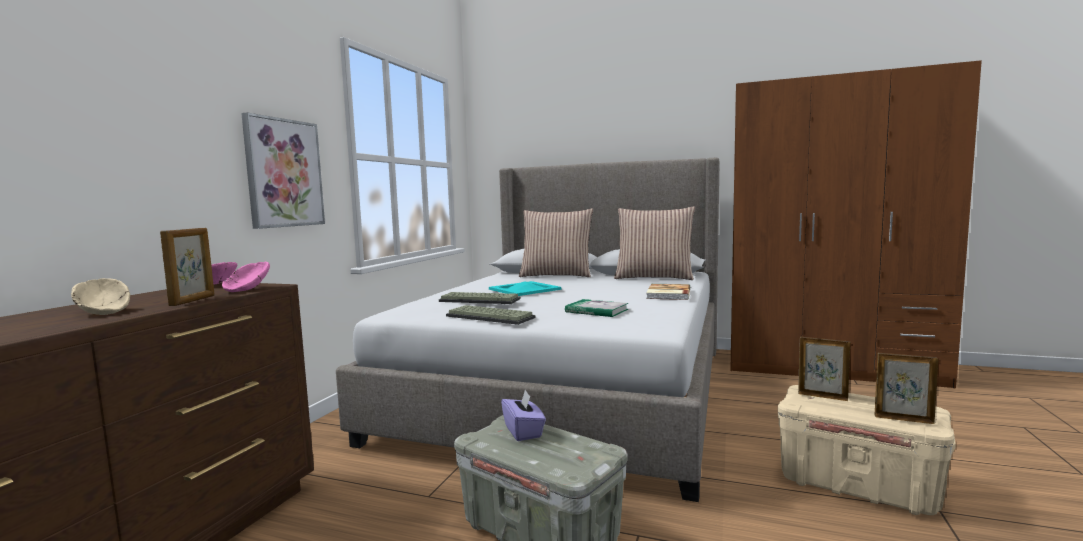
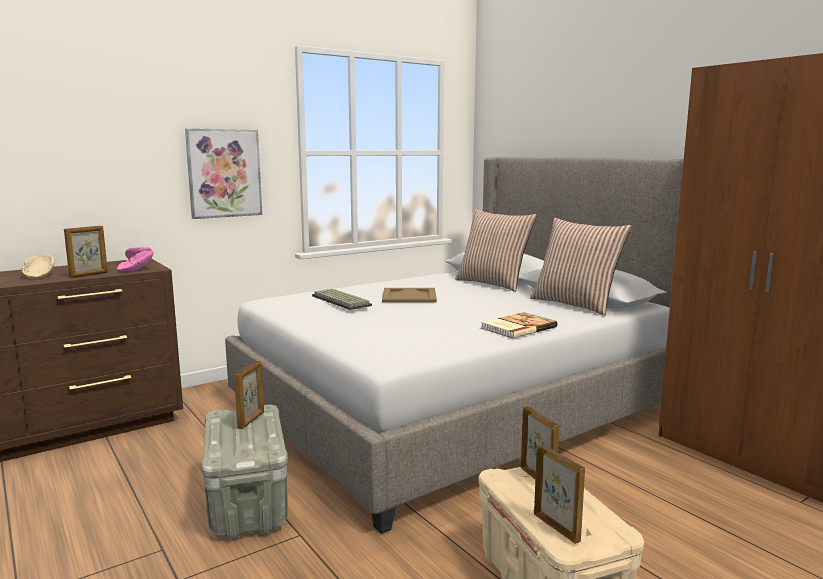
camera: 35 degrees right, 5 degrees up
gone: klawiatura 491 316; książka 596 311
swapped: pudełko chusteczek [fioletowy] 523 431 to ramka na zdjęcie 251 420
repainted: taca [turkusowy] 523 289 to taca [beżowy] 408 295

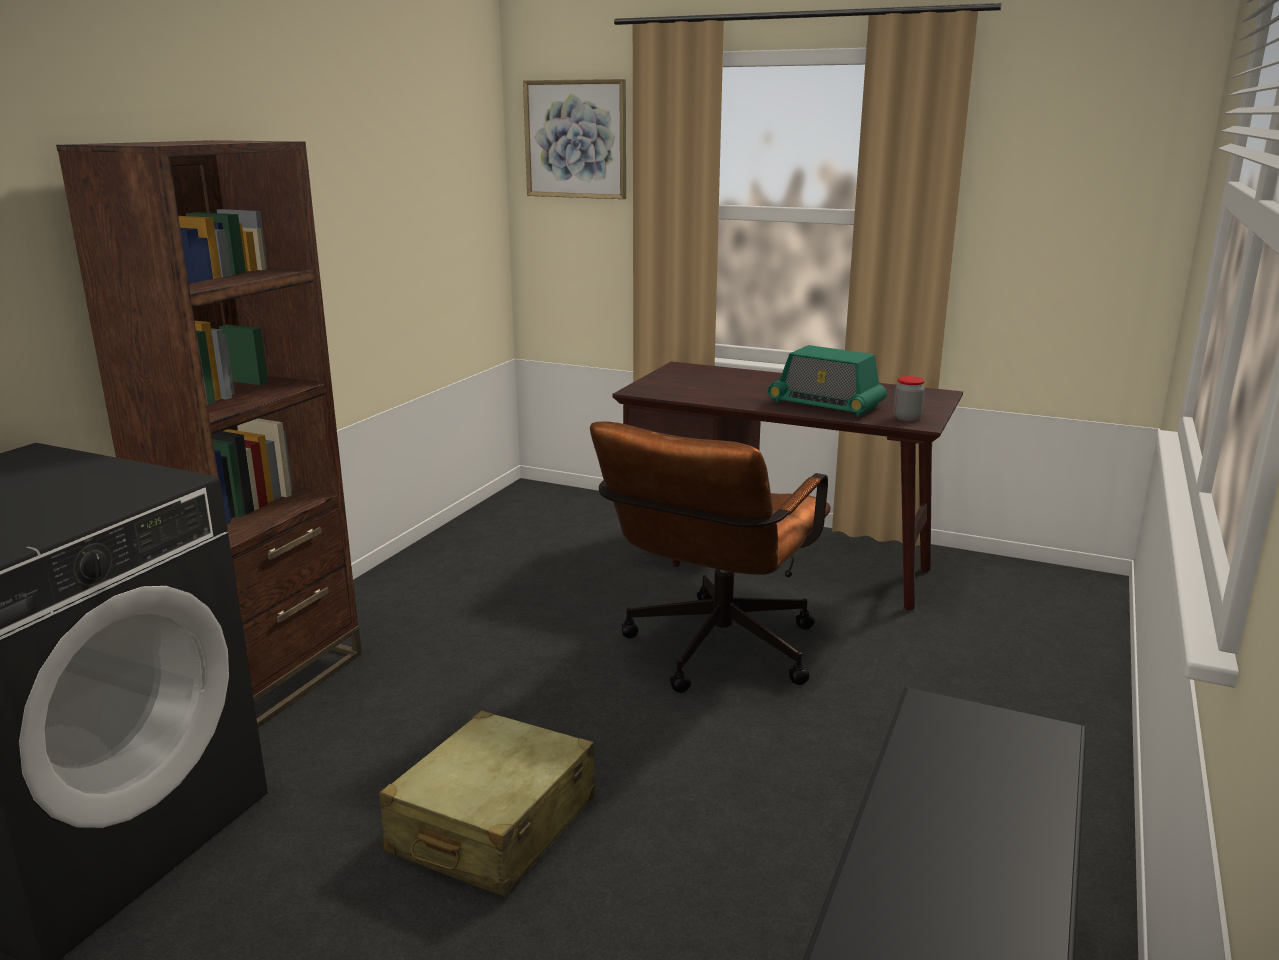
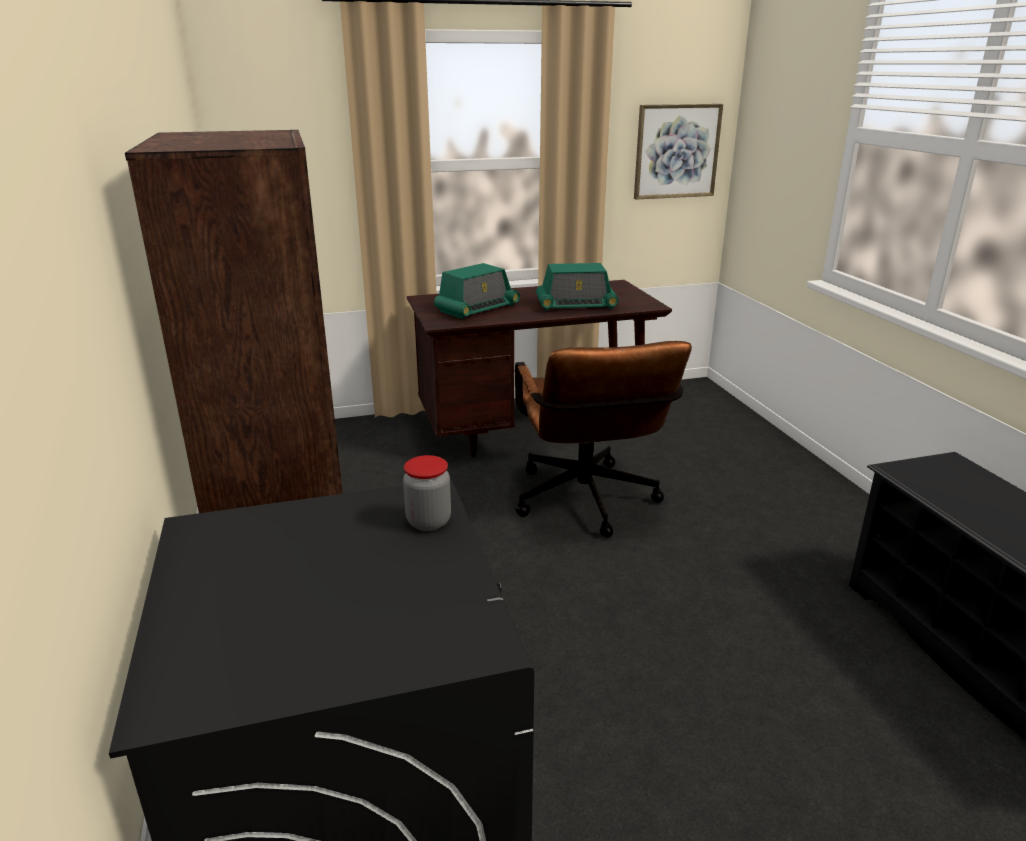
camera: 40 degrees left, 5 degrees up
gone: walizka [beżowy] 493 826
new: radio 477 308
shifted: słoik 907 418 to 428 522; obraz 576 139 to 676 151

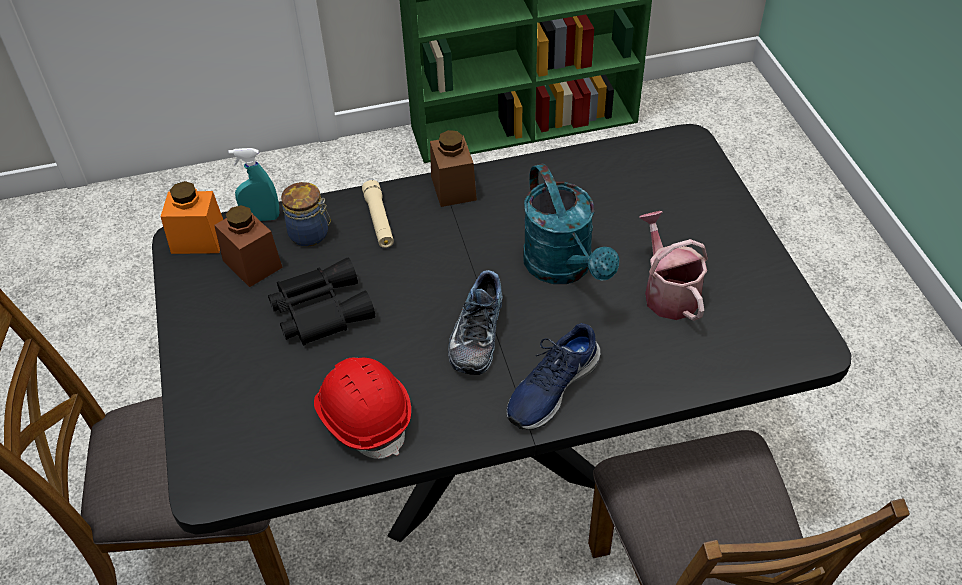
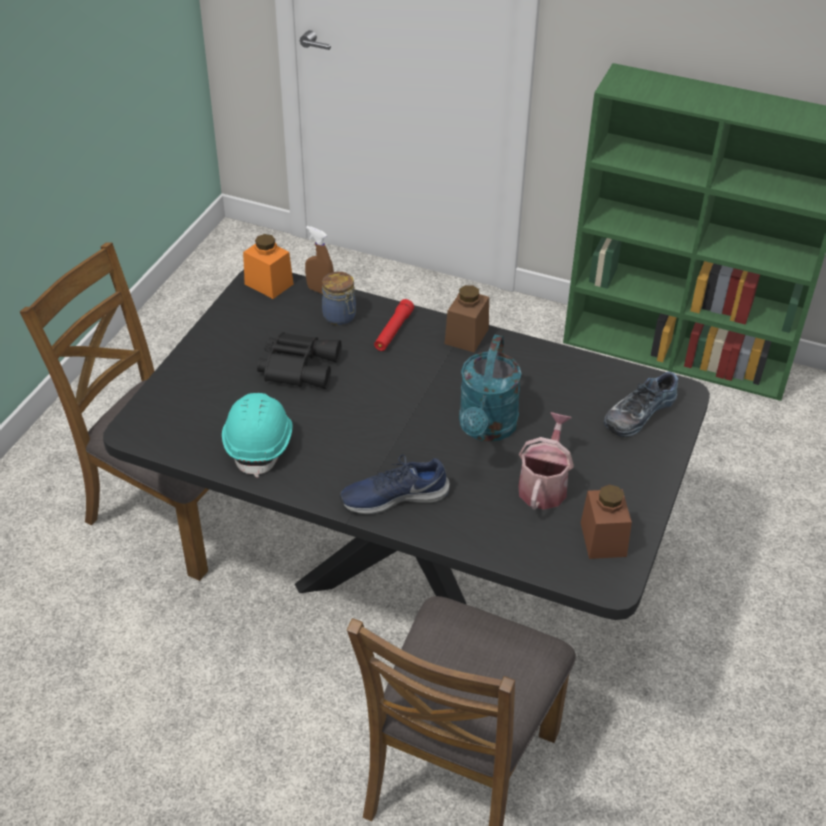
camera: 35 degrees right, 5 degrees down
shifted: słoik [brązowy] 252 264 to 603 539; but 475 333 to 638 412
repainted: kask [czerwony] 364 416 to kask [turkusowy] 260 444; spryskiwacz [turkusowy] 261 218 to spryskiwacz [brązowy] 320 290; latarka [beżowy] 379 220 to latarka [czerwony] 393 331

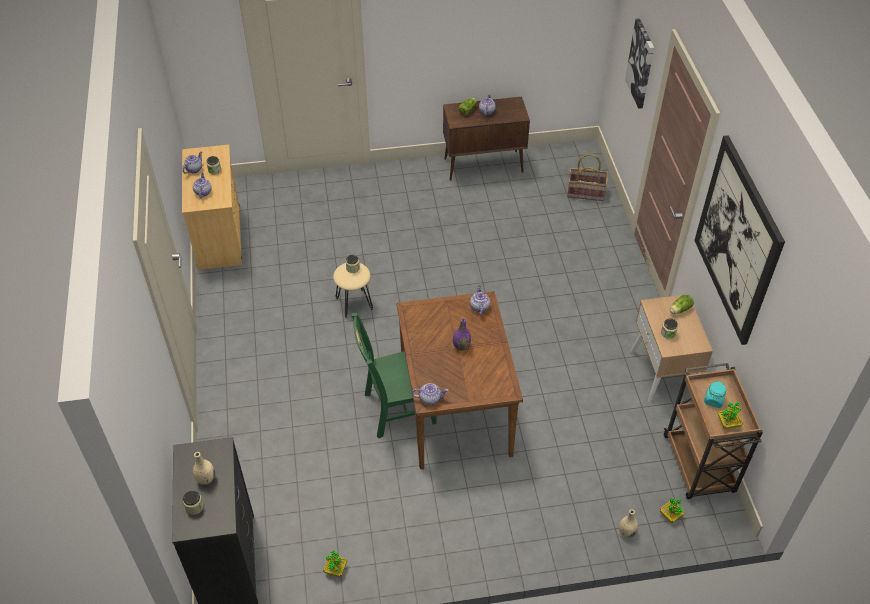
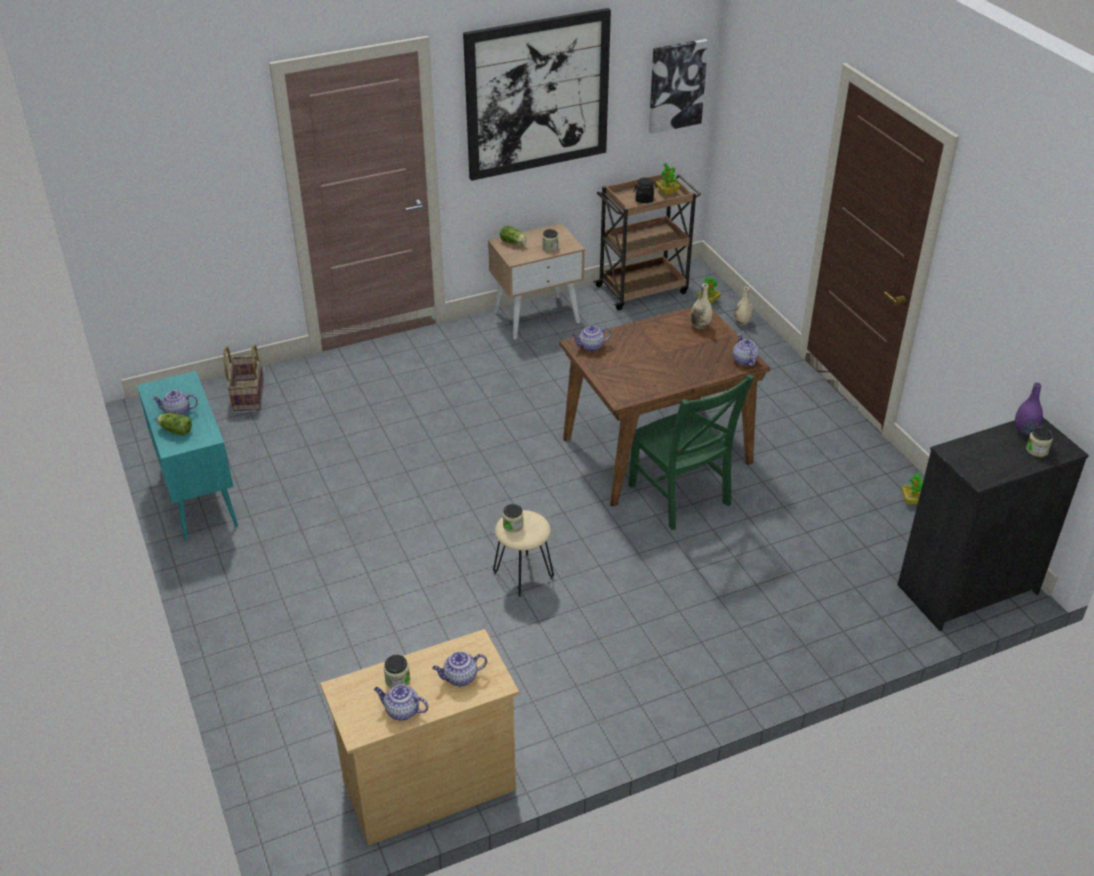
camera: 105 degrees left, 10 degrees down
shifted: obraz 641 63 to 676 85; wazon [beżowy] 206 479 to 700 326; wazon [fioletowy] 461 346 to 1025 430
repainted: szafka [brązowy] 484 165 to szafka [turkusowy] 198 496; słoik [turkusowy] 713 400 to słoik [czarny] 644 199

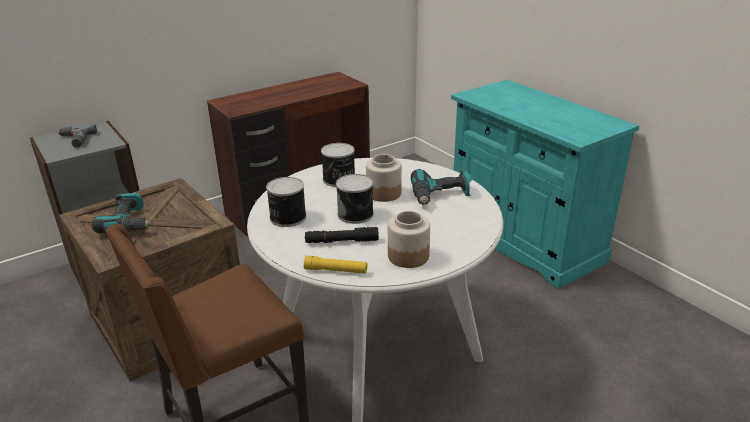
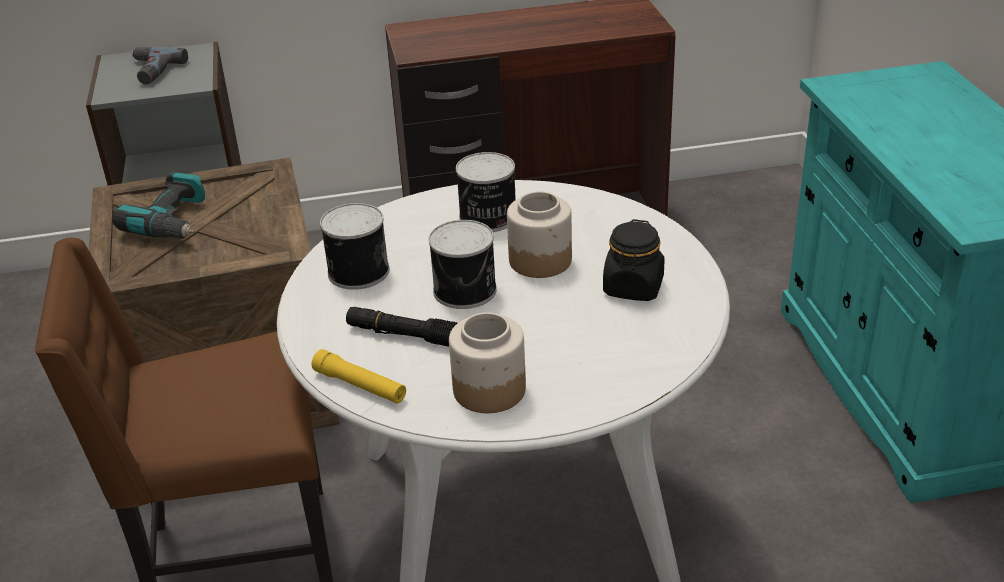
camera: 25 degrees right, 5 degrees up
swapped: wiertarka 441 196 to słoik [czarny] 633 287

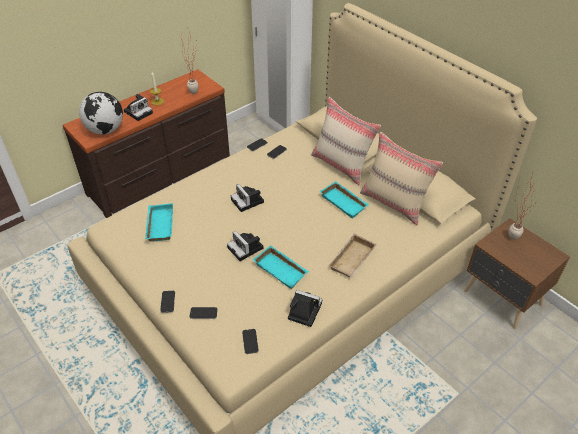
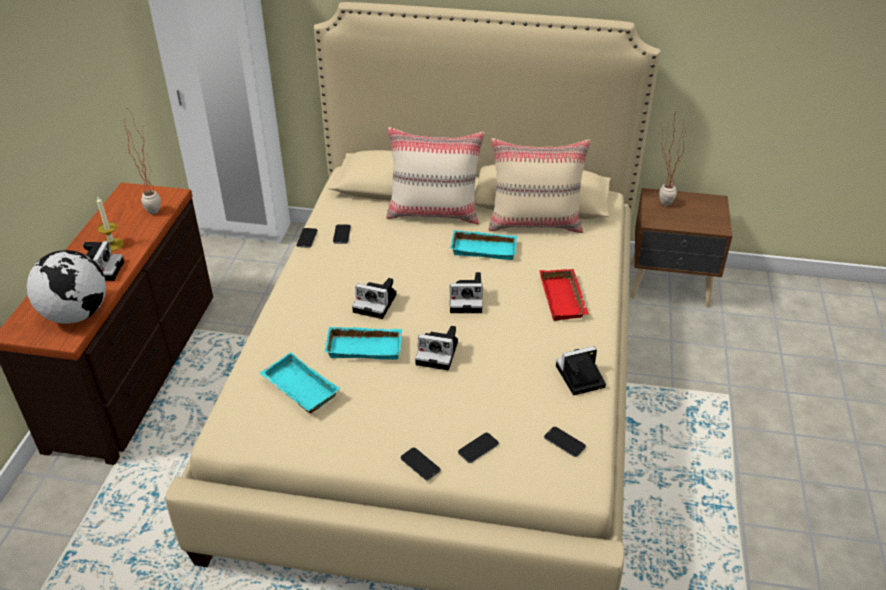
camera: 40 degrees left, 5 degrees down
new: aparat fotograficzny 467 299
shifted: taca [turkusowy] 282 269 to 365 346
repainted: taca [beżowy] 353 260 to taca [czerwony] 564 299

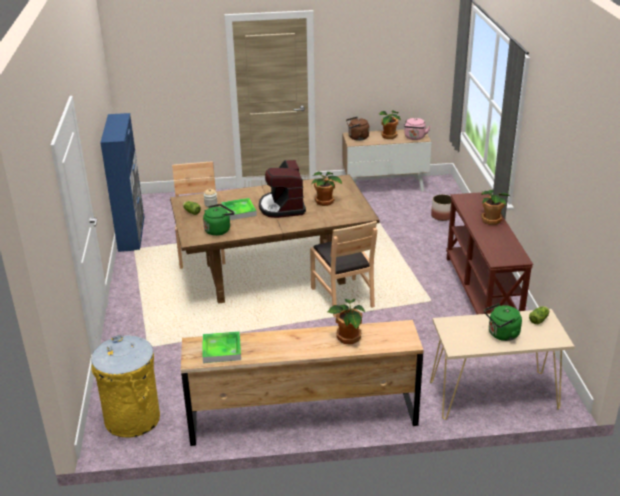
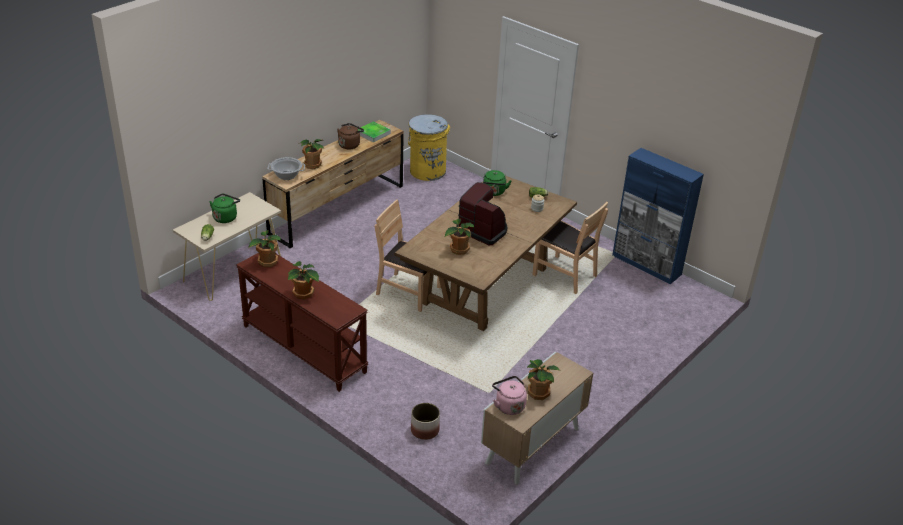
camera: 135 degrees right, 5 degrees up
gone: taca 239 211
new: roślina doniczkowa 267 262; garnek 286 176
shifted: czajnik [brązowy] 357 138 to 350 145

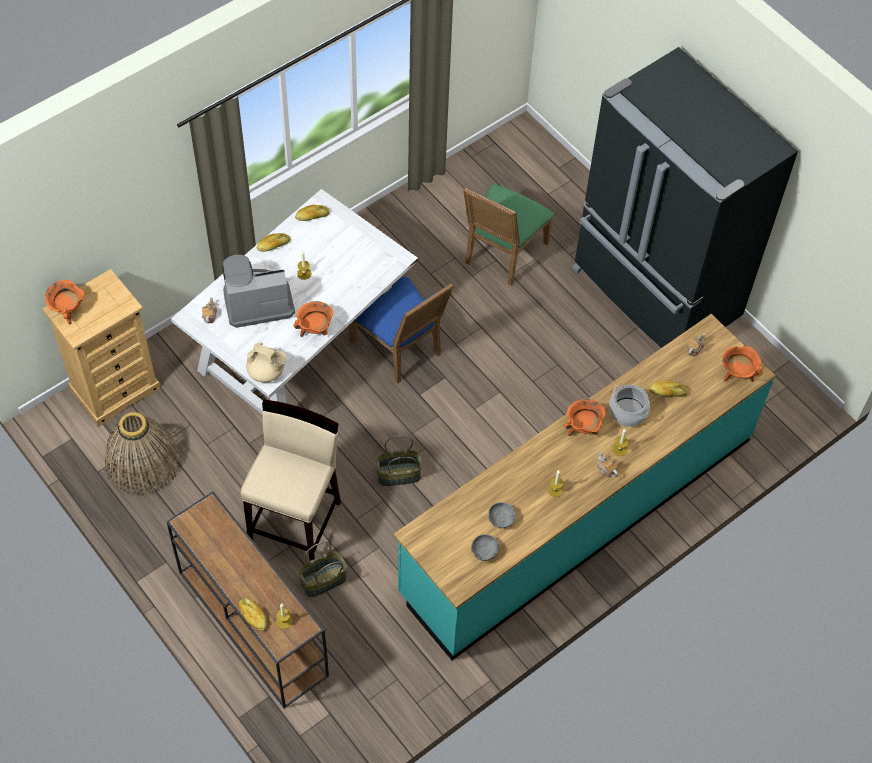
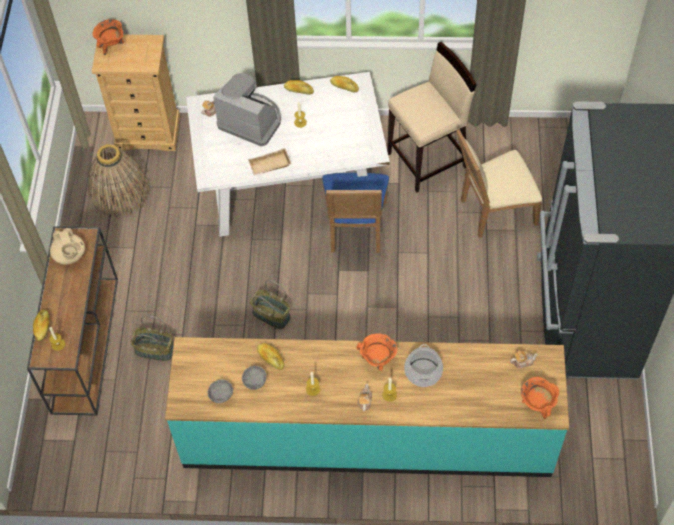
camera: 45 degrees right, 0 degrees up
shifted: imbryk [beżowy] 267 372 to 70 255; chleb 667 392 to 270 358; stołek [beżowy] 296 521 to 428 160
swapped: garnek [pomarańczowy] 315 330 to taca [beżowy] 269 165
repainted: krzesło [zielony] 502 254 to krzesło [beżowy] 493 211

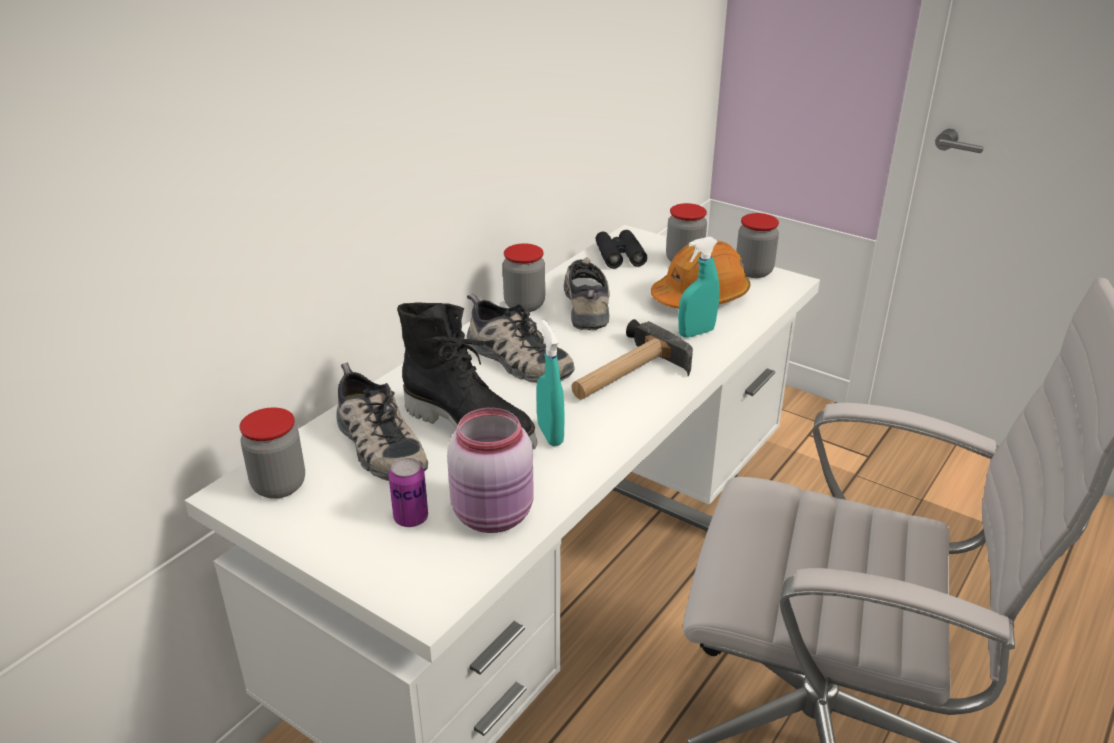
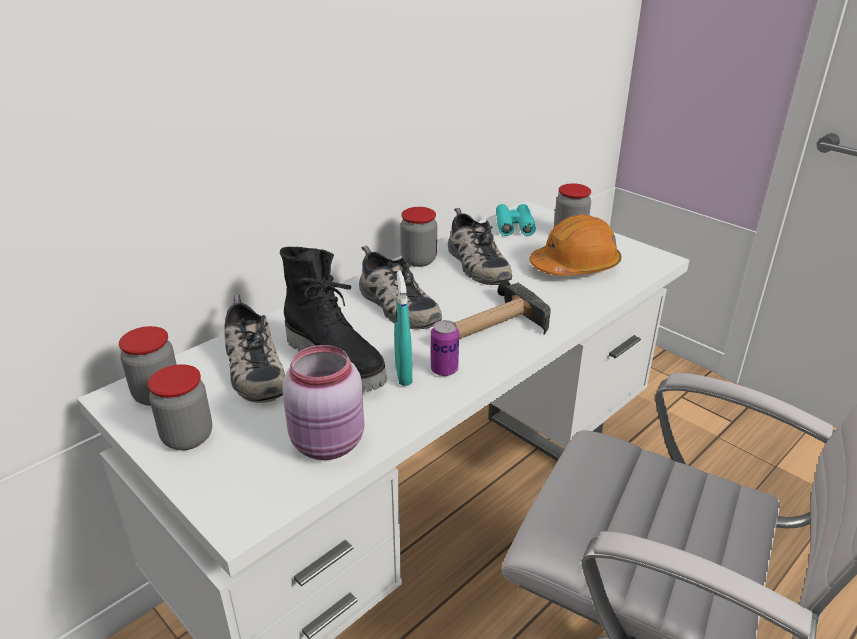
camera: 10 degrees right, 0 degrees up
gone: spryskiwacz [turkusowy] 696 333
shifted: słoik 753 271 to 187 437; puszka 411 518 to 444 370
repainted: lornetka [czarny] 619 255 to lornetka [turkusowy] 514 225
rotated: but 589 303 = 475 263 150 degrees clockwise

